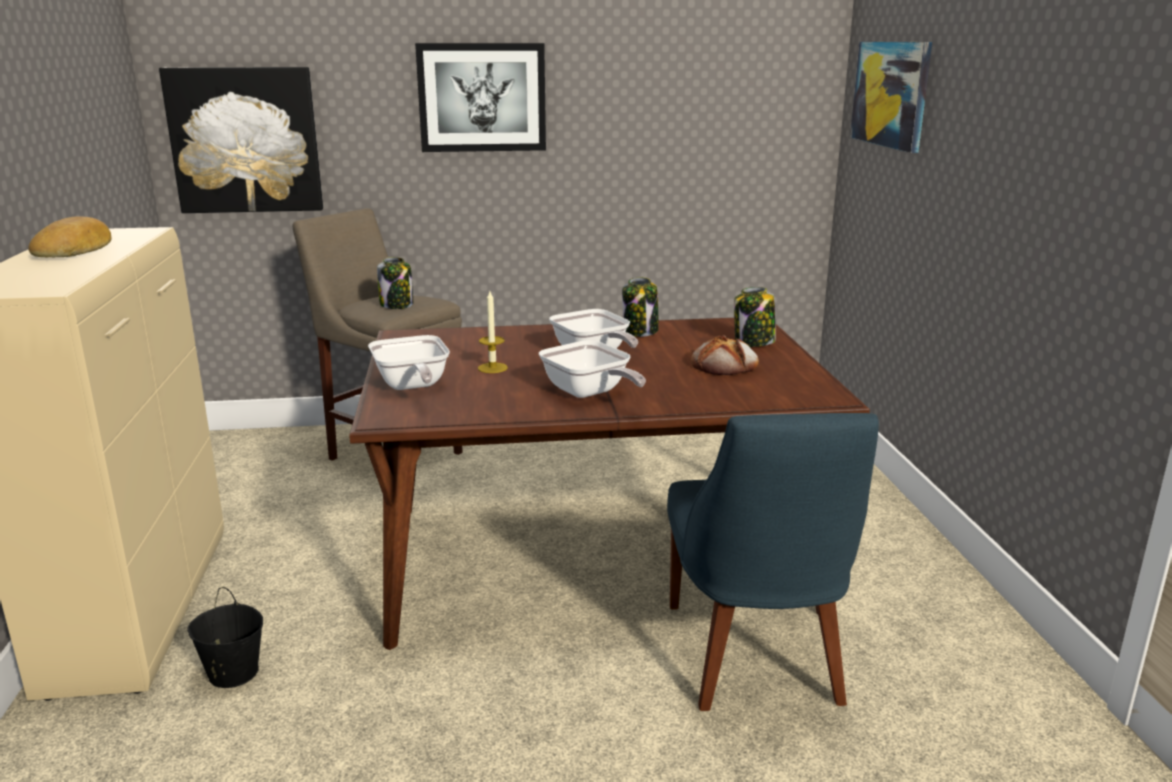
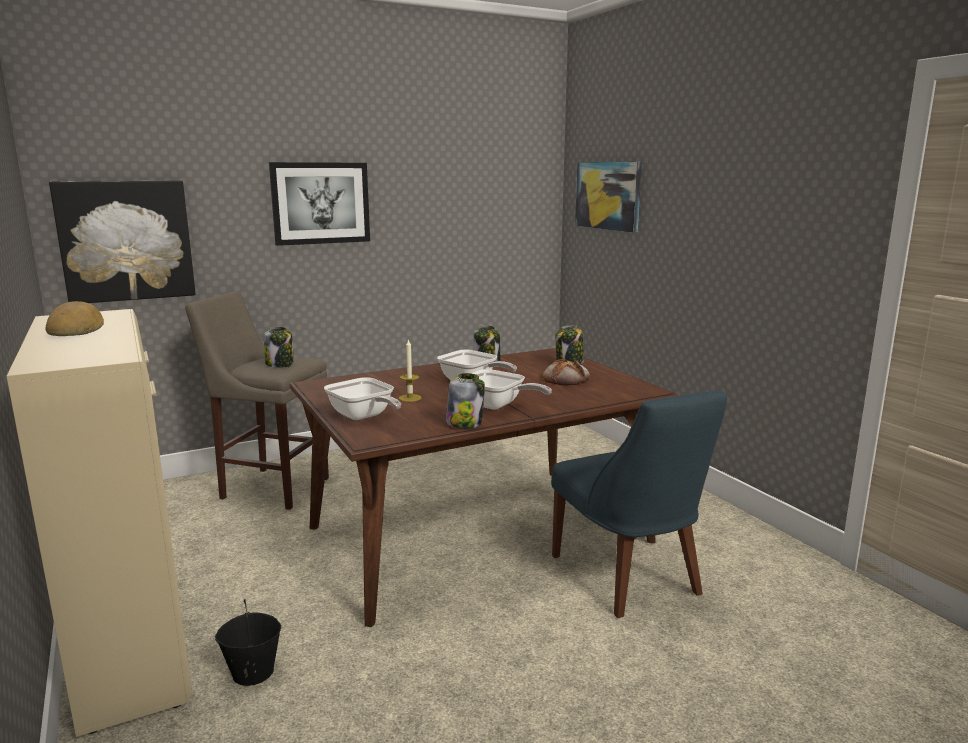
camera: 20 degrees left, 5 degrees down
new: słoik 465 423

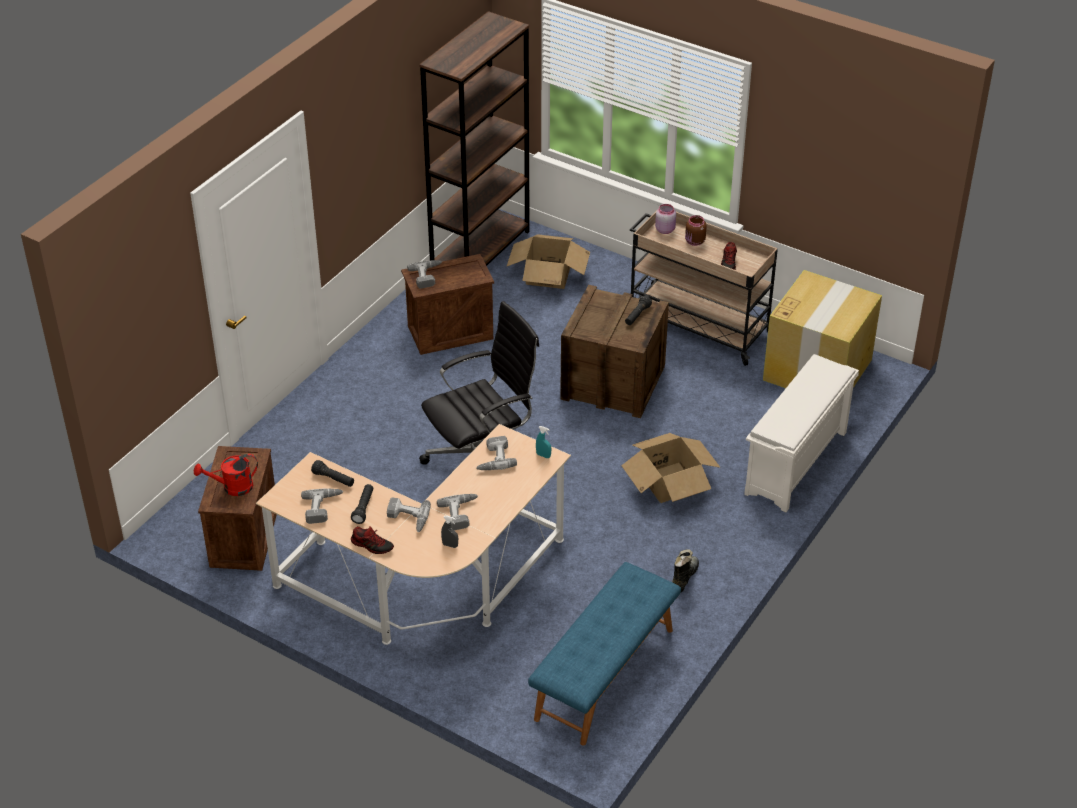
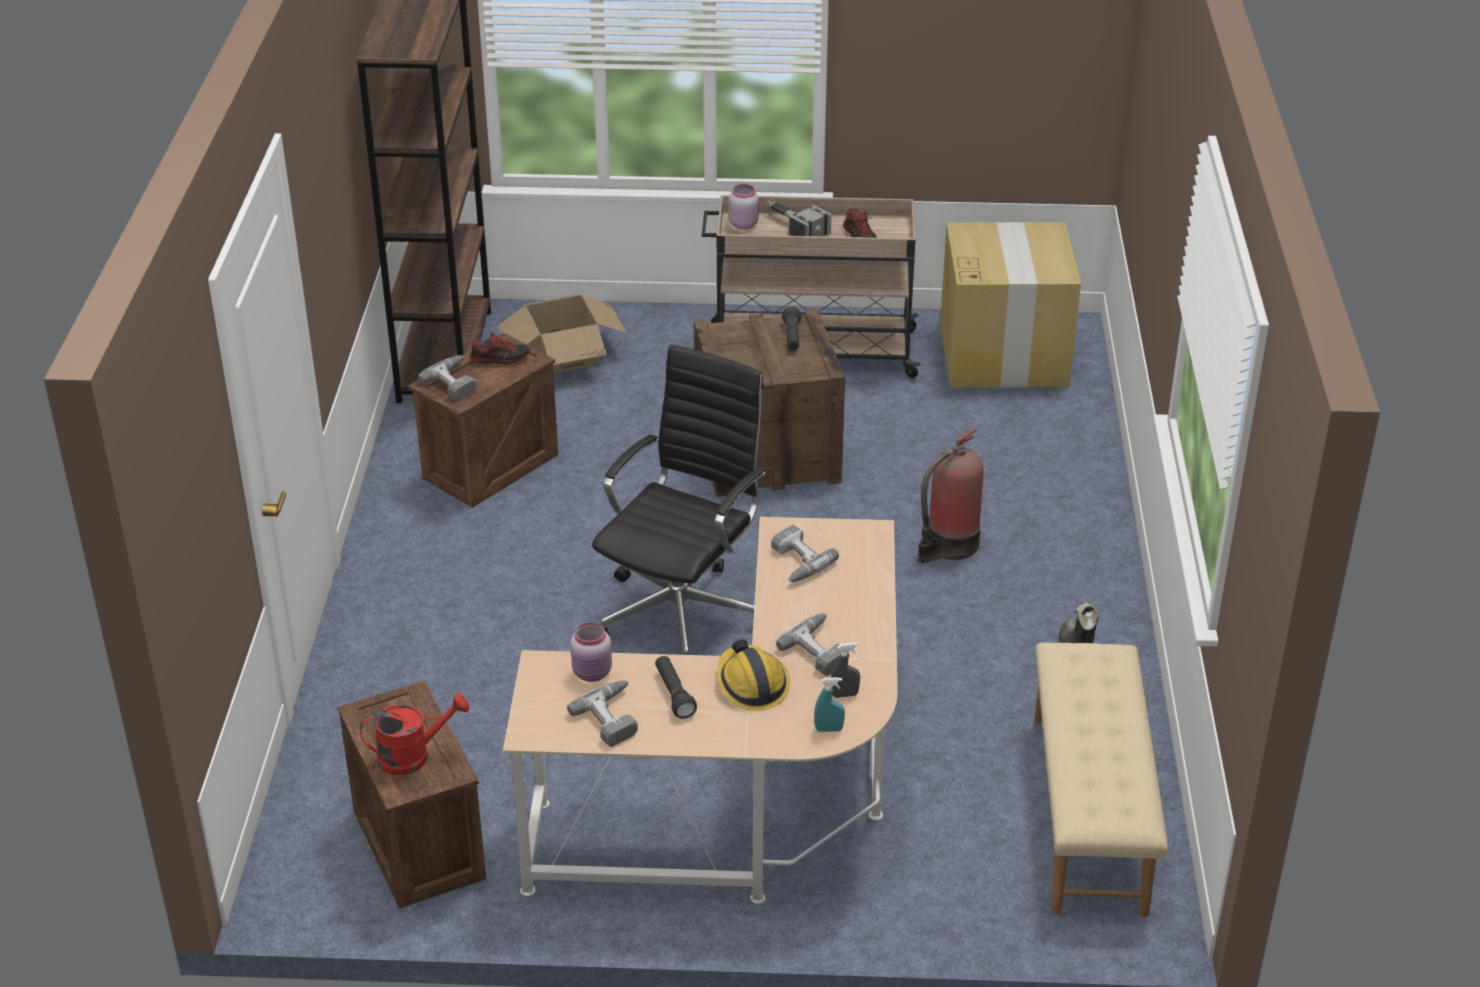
camera: 30 degrees left, 5 degrees down
gone: regał na buty [biały] 796 464
shifted: but 372 545 to 500 358; spryskiwacz [turkusowy] 543 455 to 829 729
swapped: latarka [czarny] 333 479 to słoik [różowy] 593 673; wiertarka 407 519 to kask 751 684; słoik [brązowy] 694 242 to młotek 794 226; karton 669 482 to gaśnica 949 546
repainted: ławka [niebieski] 605 674 to ławka [beżowy] 1090 813
rotated: konewka [czerwony] 232 488 = 413 756 150 degrees counterclockwise

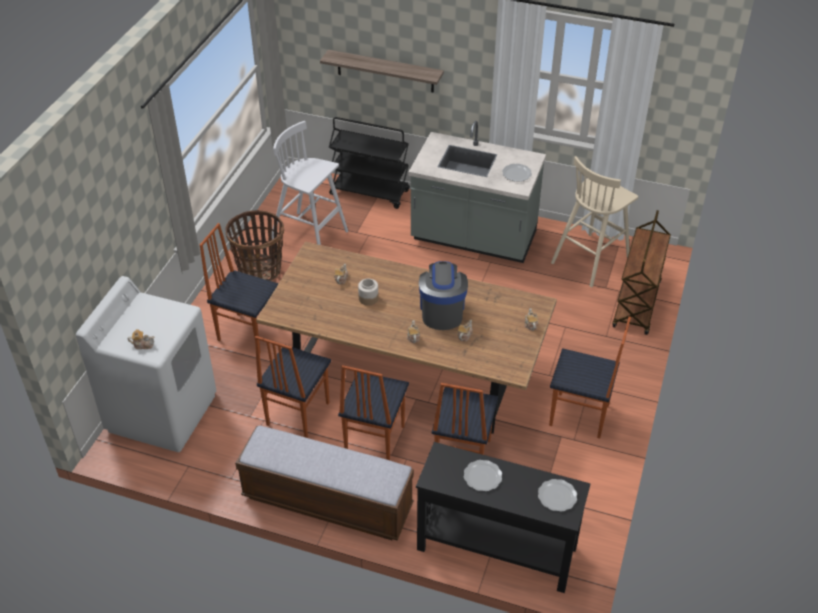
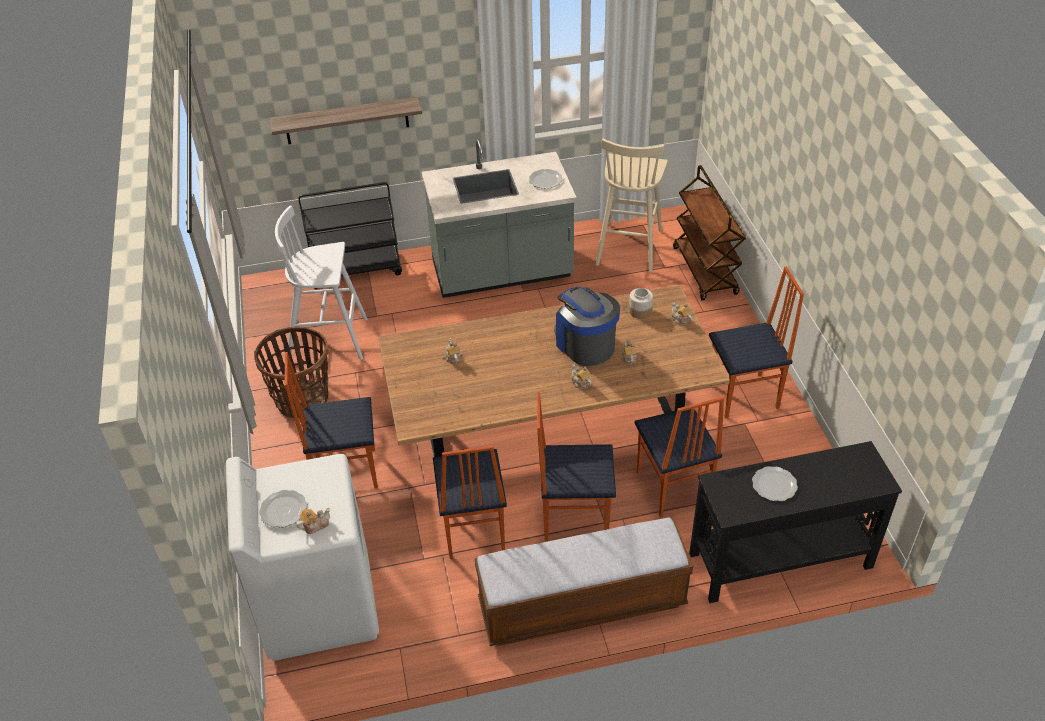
camera: 30 degrees left, 0 degrees up
shifted: talerz 556 496 to 283 510; słoik 368 298 to 640 311
rotated: krzesło 373 440 = 574 517 105 degrees clockwise

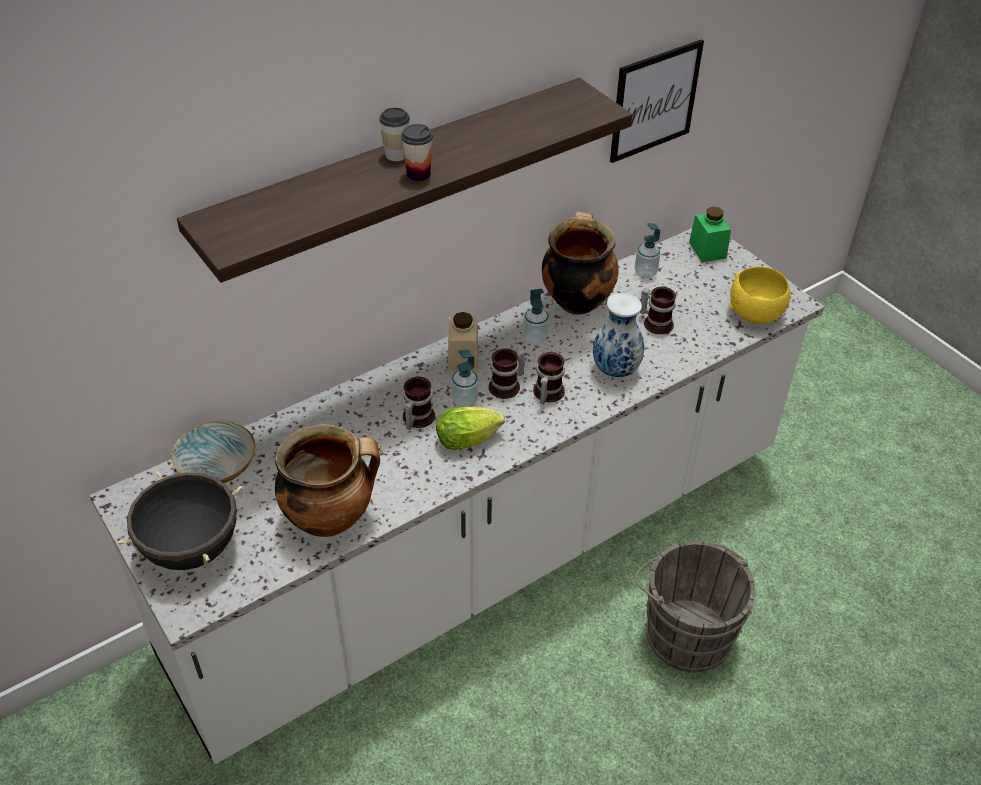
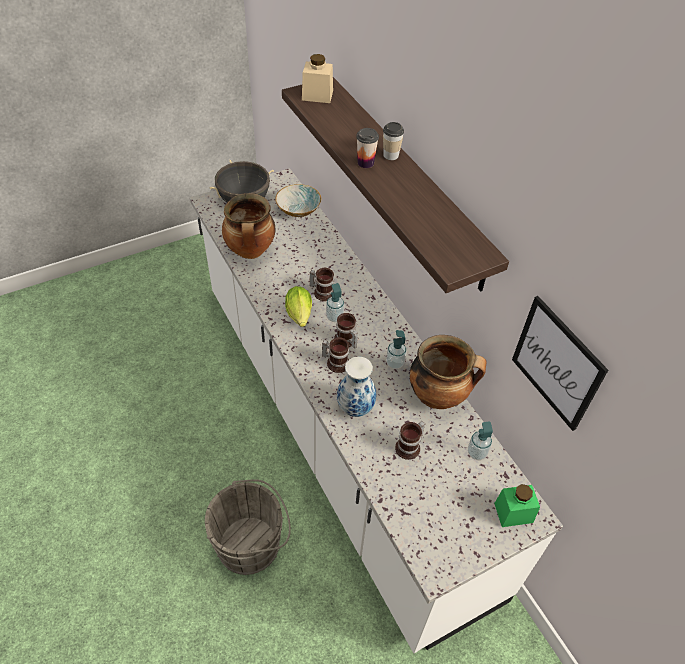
camera: 95 degrees right, 5 degrees up
gone: miska [żółty] 756 315
shifted: słoik [beżowy] 463 357 to 317 95

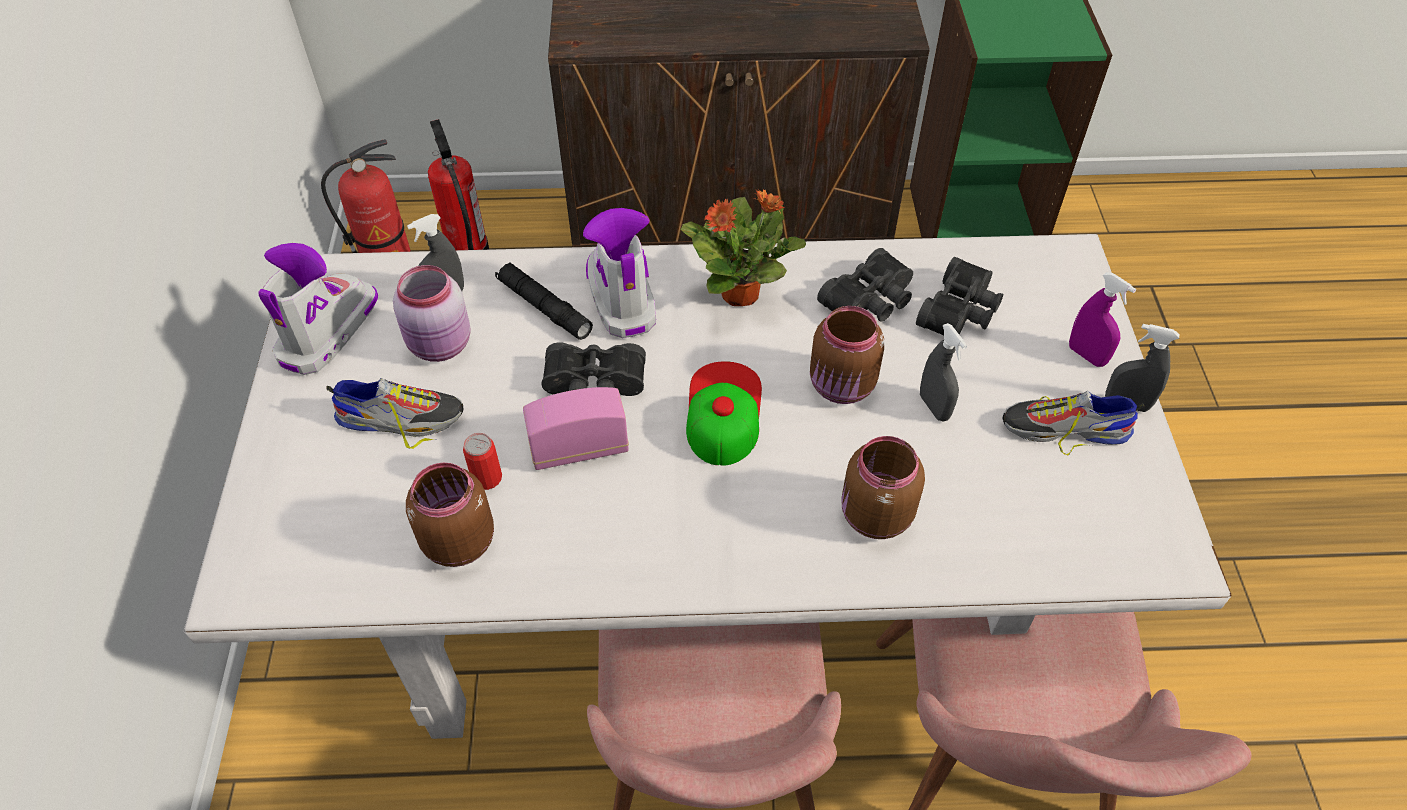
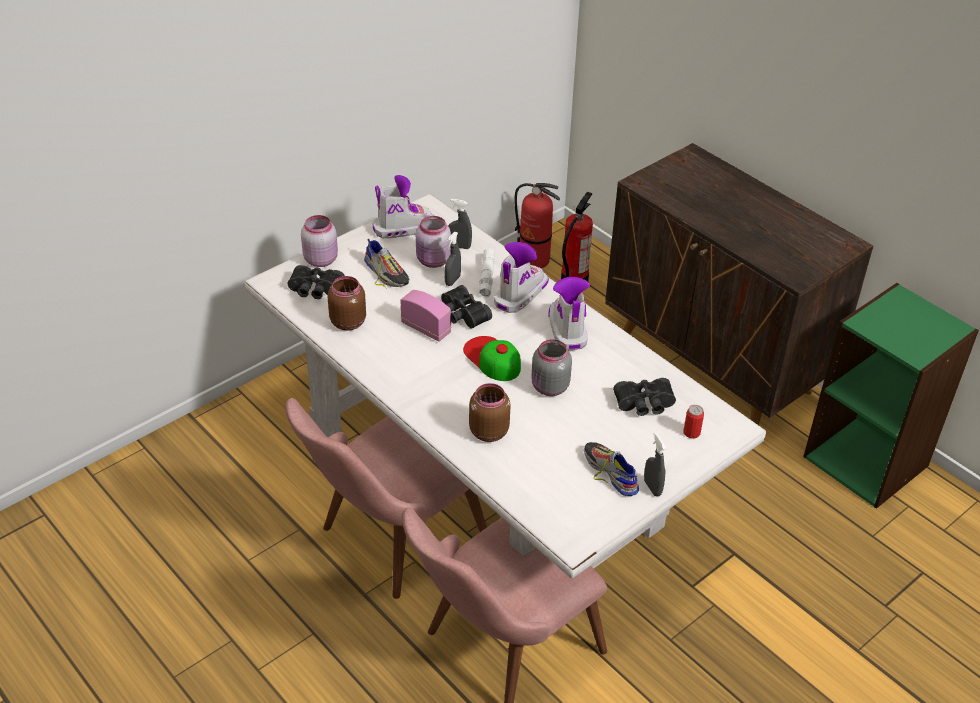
camera: 50 degrees right, 10 degrees down
gone: spryskiwacz [fioletowy] 1086 355
new: słoik [różowy] 321 259
shifted: lornetka [czarny] 871 301 to 315 290; spryskiwacz [szary] 934 407 to 452 280; puszka 487 478 to 691 433
swapped: roślina doniczkowa 741 293 to but z cholewką 567 329
repainted: latarka [czarny] 544 307 to latarka [biały] 487 276; słoik [brązowy] 842 387 to słoik [szary] 549 387
rotated: czapka z daszkiem 723 412 = 492 358 90 degrees counterclockwise

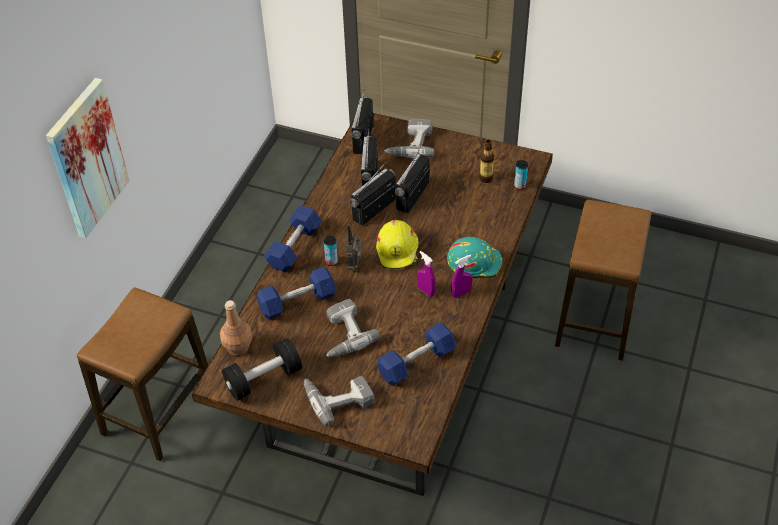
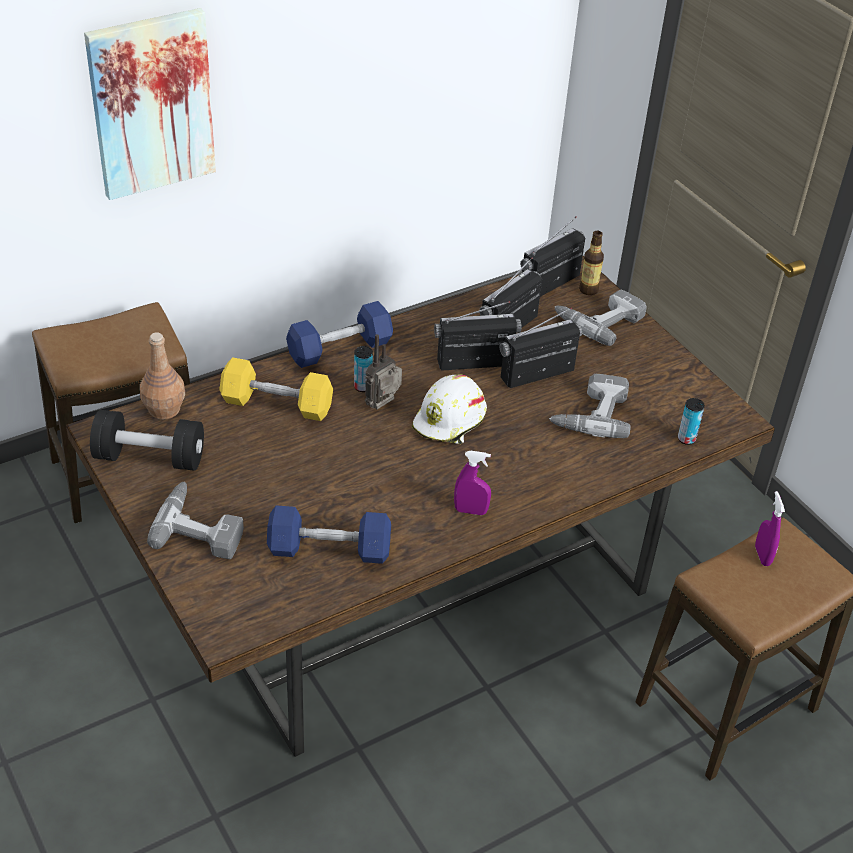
camera: 35 degrees right, 5 degrees down
gone: kask [turkusowy] 474 262
shifted: wiertarka 343 334 to 590 413; butelka 486 178 to 588 290; spryskiwacz [fioletowy] 426 291 to 762 556
repainted: hantel [niebieski] 297 302 to hantel [żółty] 277 404; kask [żółty] 398 251 to kask [biały] 450 421

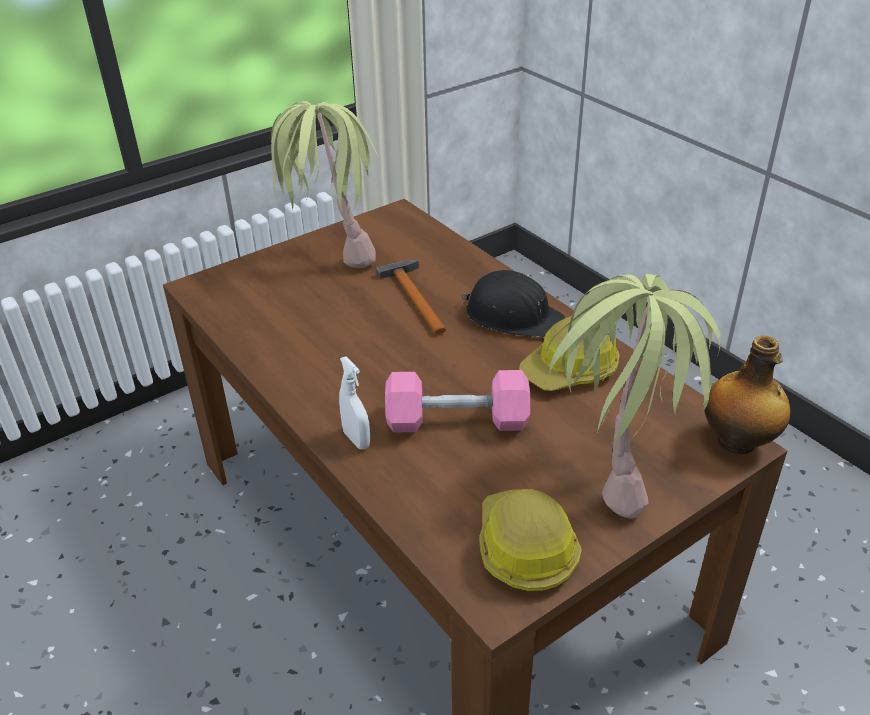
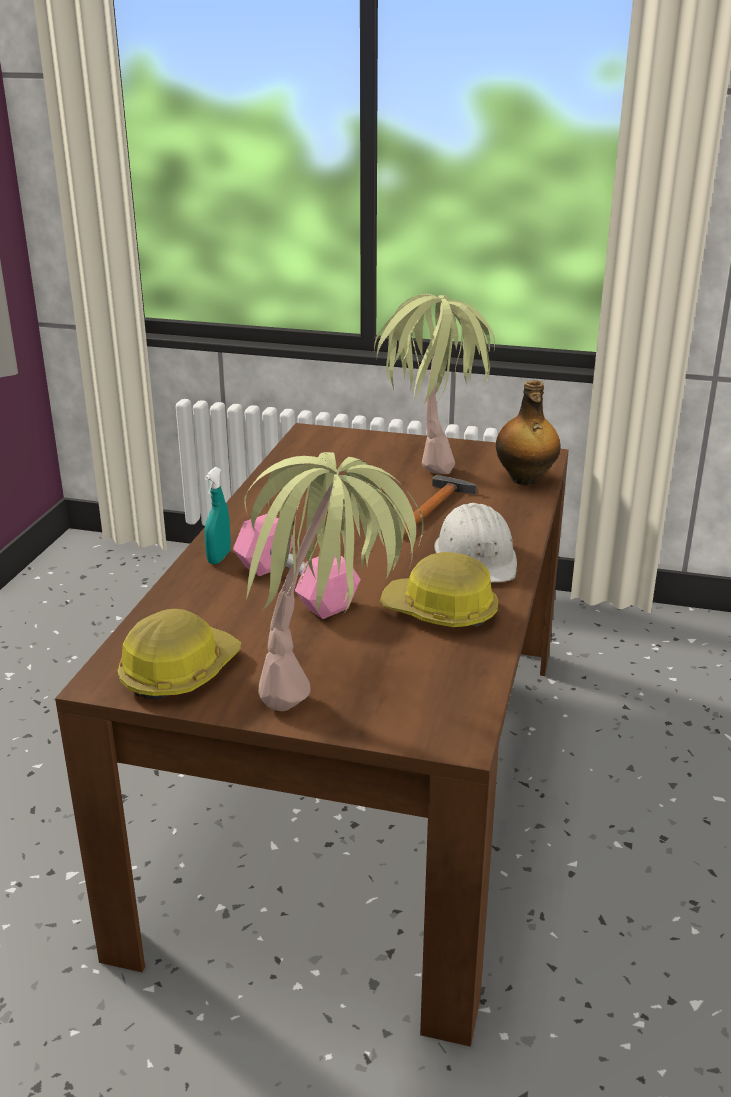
camera: 50 degrees right, 10 degrees down
shifted: butelka 738 442 to 524 479
repainted: spryskiwacz [biały] 356 439 to spryskiwacz [turkusowy] 219 557; kask [czarny] 512 315 to kask [biały] 477 557

